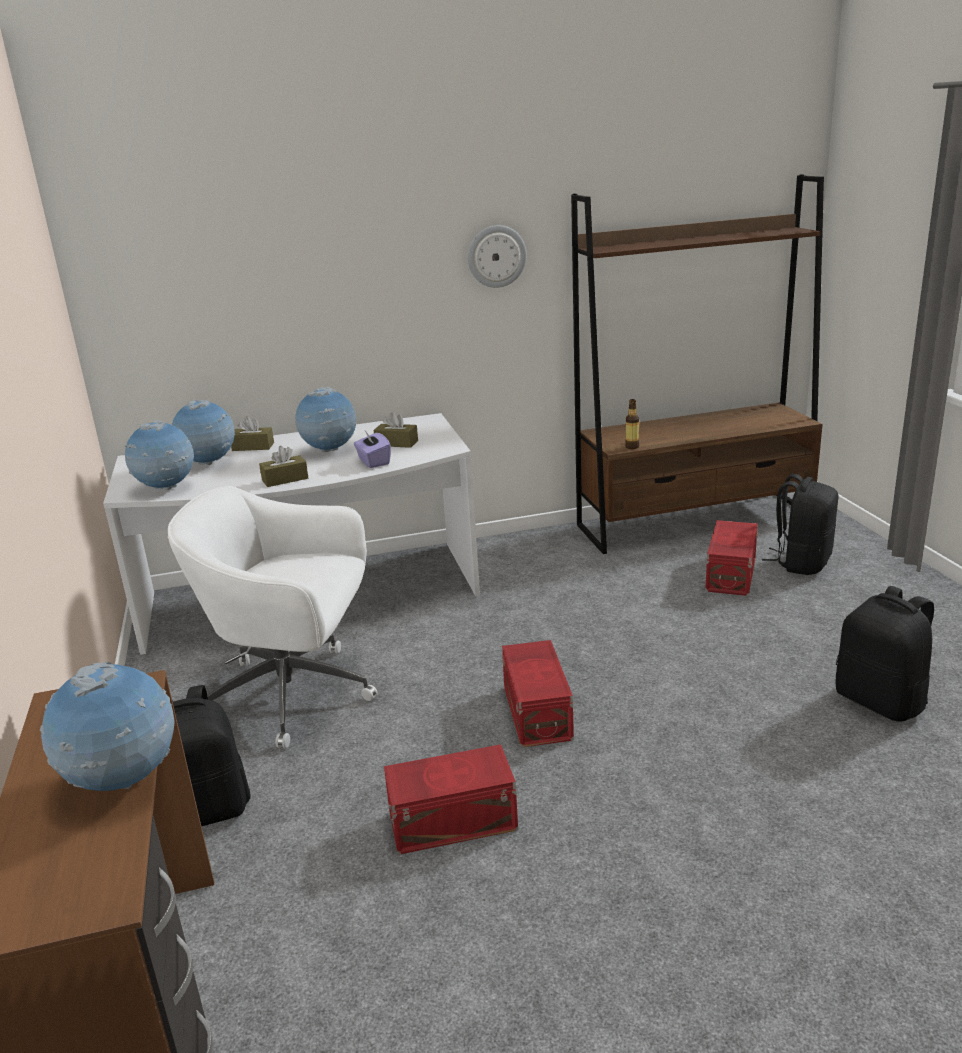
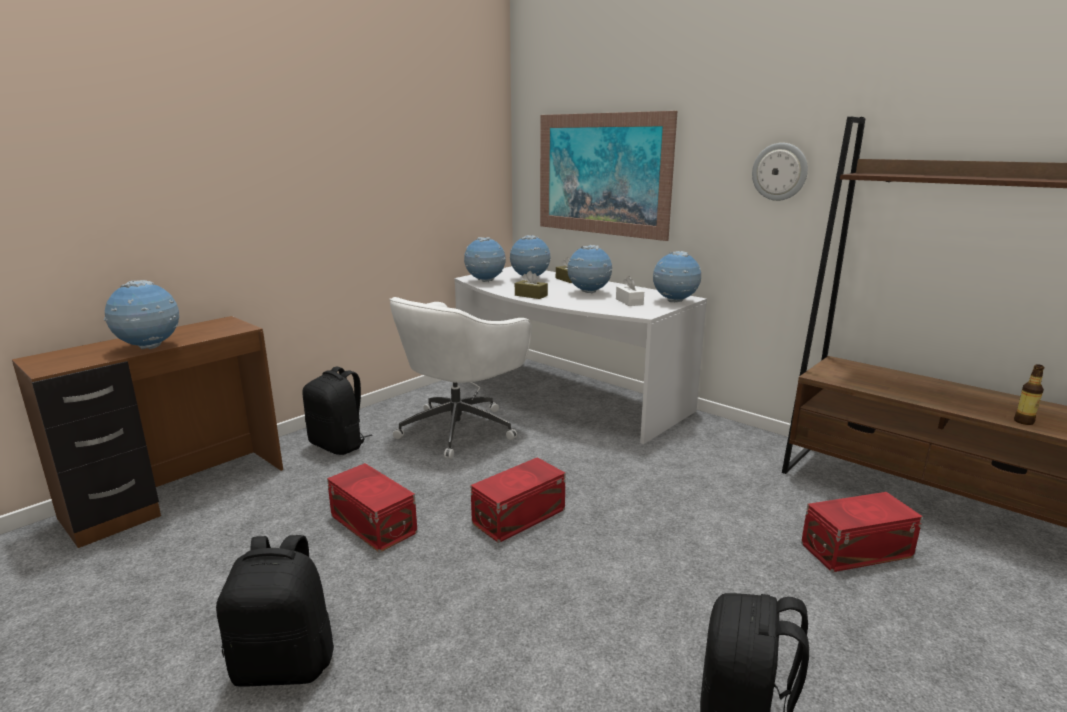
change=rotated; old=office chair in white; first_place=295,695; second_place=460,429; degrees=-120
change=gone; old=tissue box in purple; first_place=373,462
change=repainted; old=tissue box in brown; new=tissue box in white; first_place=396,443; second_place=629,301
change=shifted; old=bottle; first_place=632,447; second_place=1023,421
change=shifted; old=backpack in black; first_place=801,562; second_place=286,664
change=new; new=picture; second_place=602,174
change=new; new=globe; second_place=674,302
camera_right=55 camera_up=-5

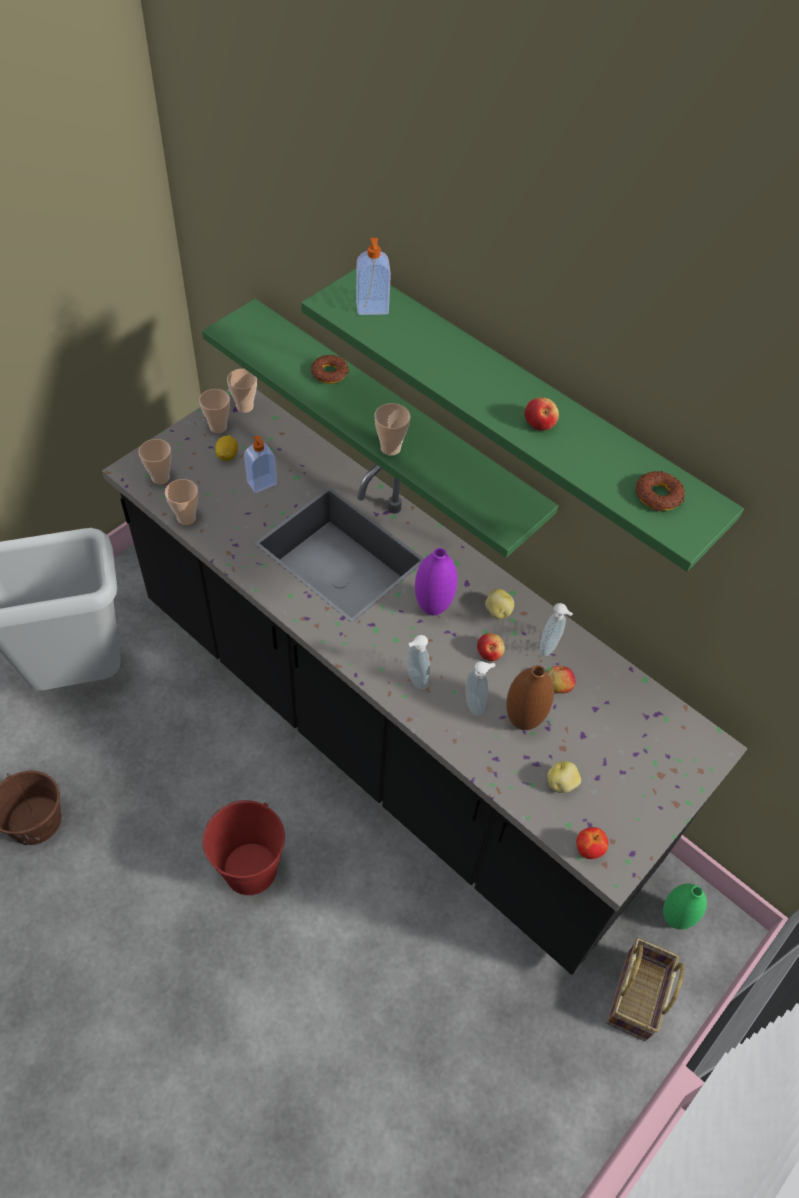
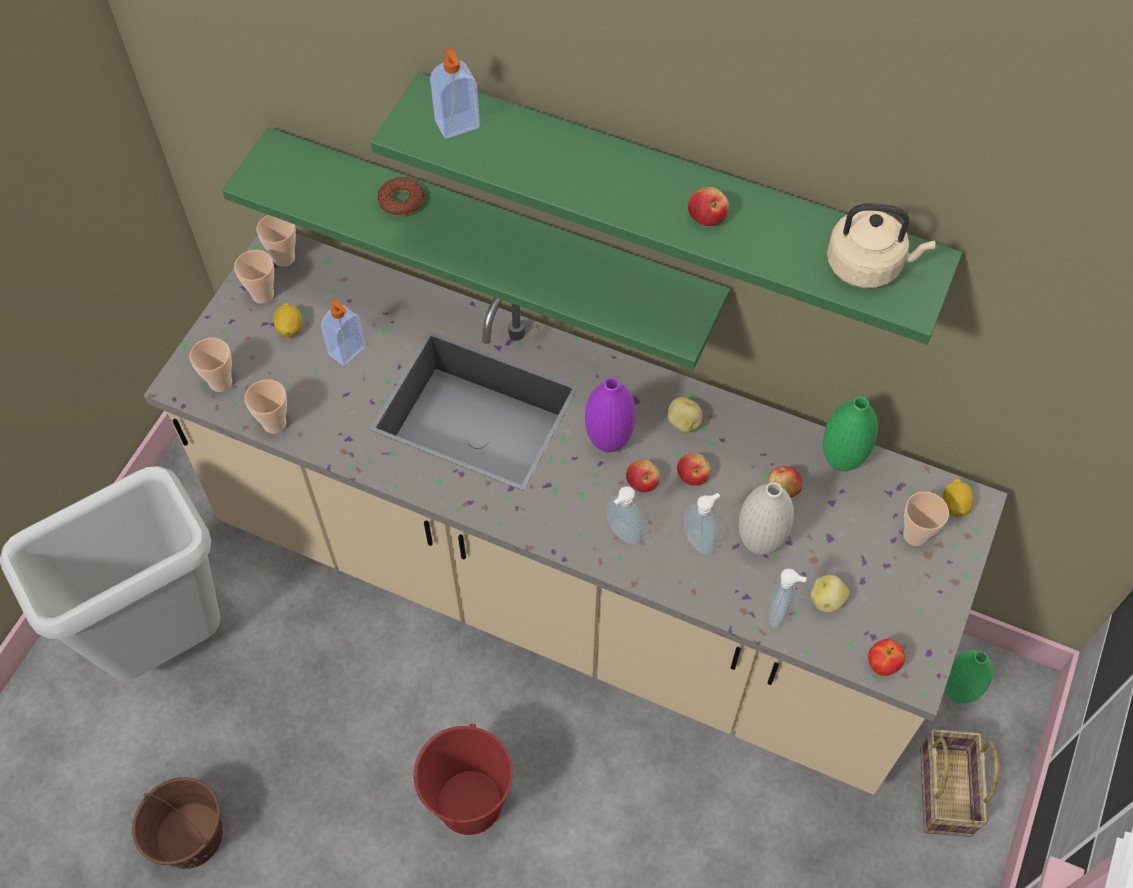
change=repainted; old=counter in black; new=counter in beige; first_place=388,731; second_place=566,587
change=shifted; old=cup; first_place=390,448; second_place=915,535
change=repainted; old=vase in brown; new=vase in white; first_place=523,720; second_place=759,543
change=shifted; old=soap dispenser; first_place=550,648; second_place=779,613
change=swapped; old=donut; new=kettle in beige; first_place=658,495; second_place=868,266
change=new; new=apple; second_place=642,482
change=new; new=vase in green; second_place=841,461
change=new; new=lemon; second_place=954,505
camera_right=-15 camera_up=5

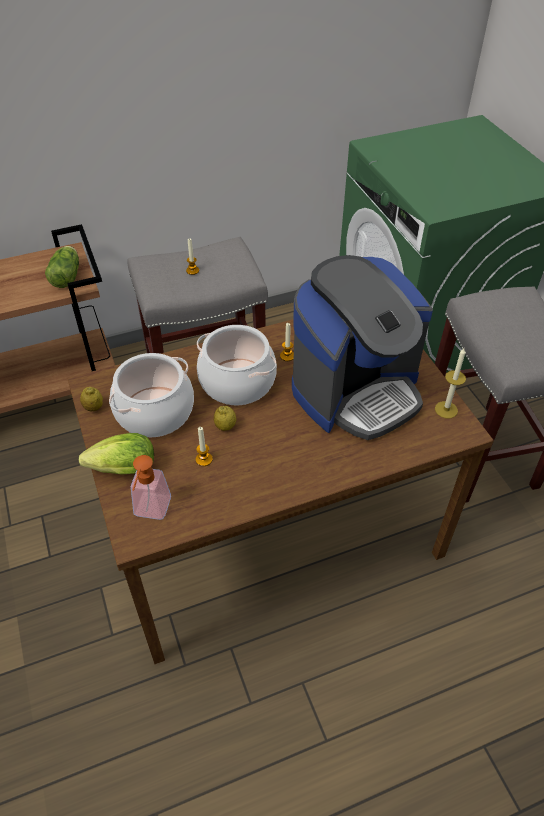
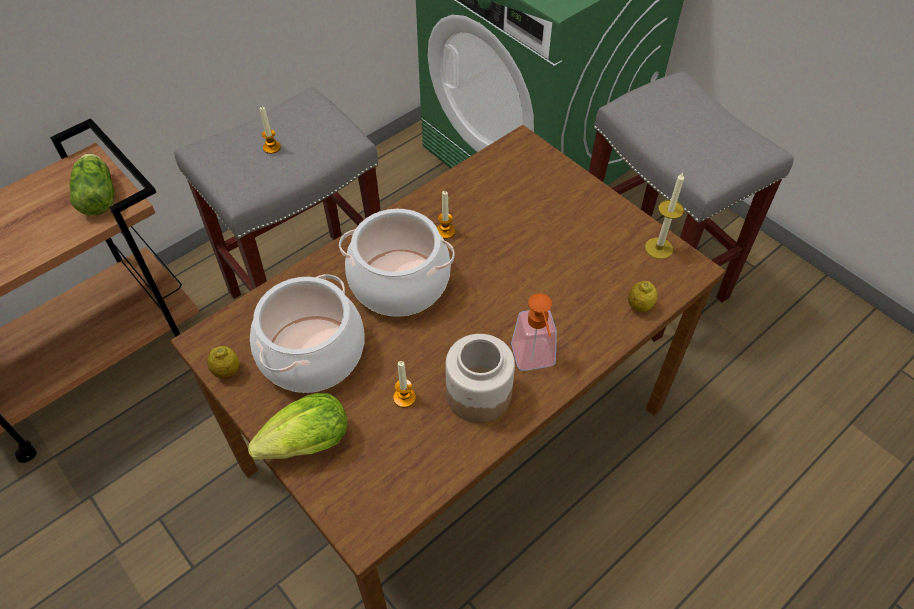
change=shifted; old=soap dispenser; first_place=150,512; second_place=535,361
change=shifted; old=lemon; first_place=225,426; second_place=639,306
change=gone; old=coffee machine; first_place=356,391
change=new; new=jar; second_place=477,394
camera_right=-20 camera_up=5

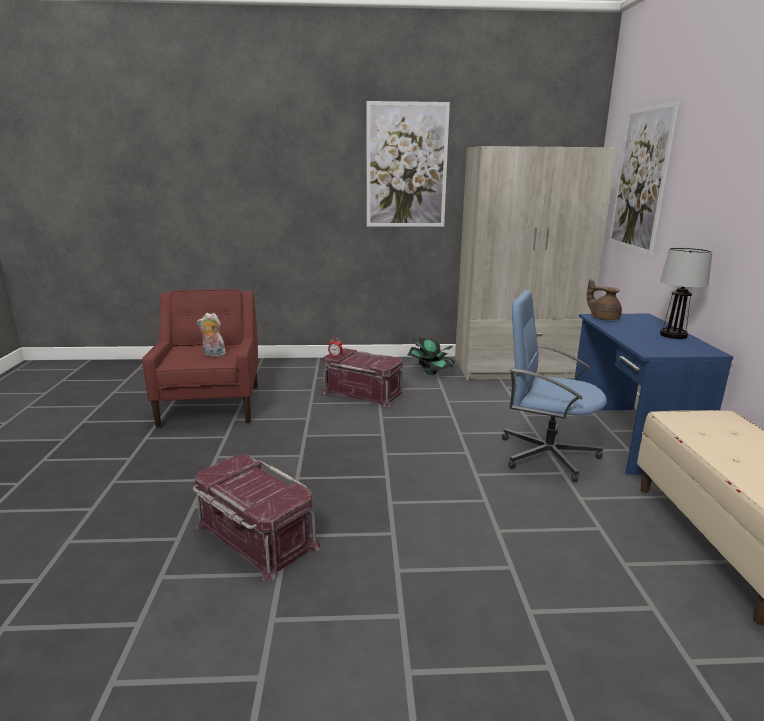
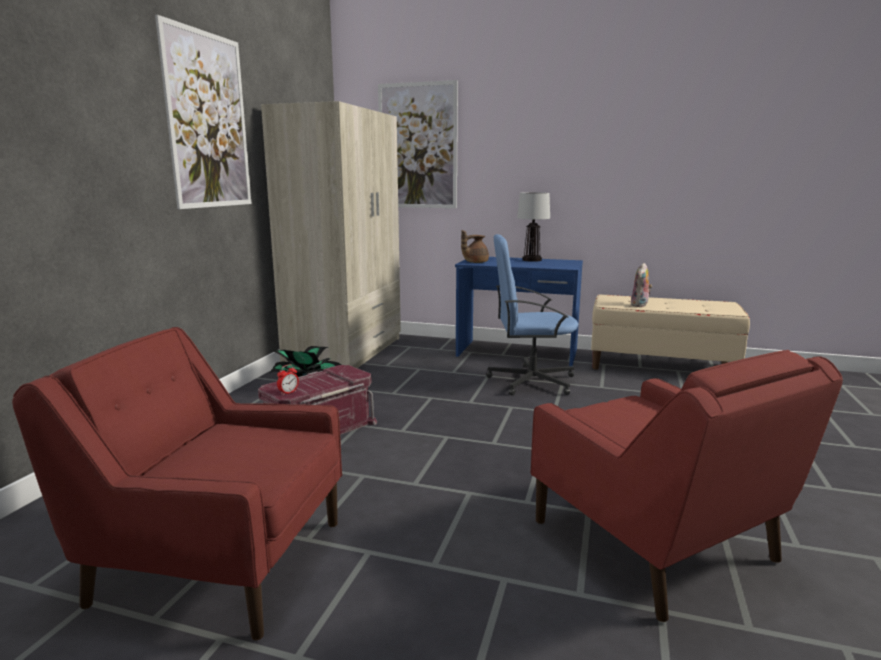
change=swapped; old=storage box in red; new=armchair in red; first_place=255,536; second_place=655,544
change=shifted; old=plush toy; first_place=213,355; second_place=640,305
change=rotated; old=office chair in blue; first_place=546,454; second_place=530,381; degrees=45
camera_right=-70 camera_up=-5

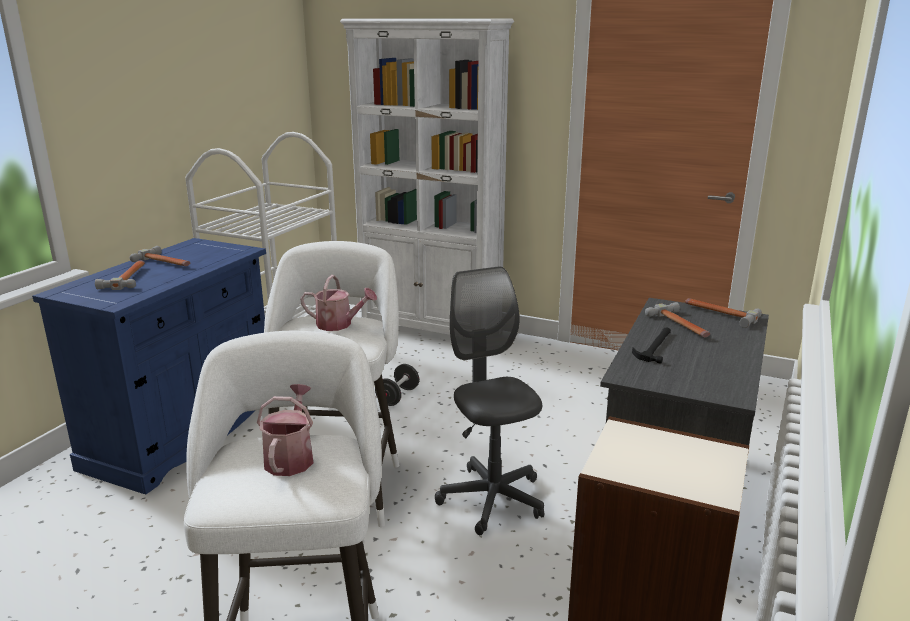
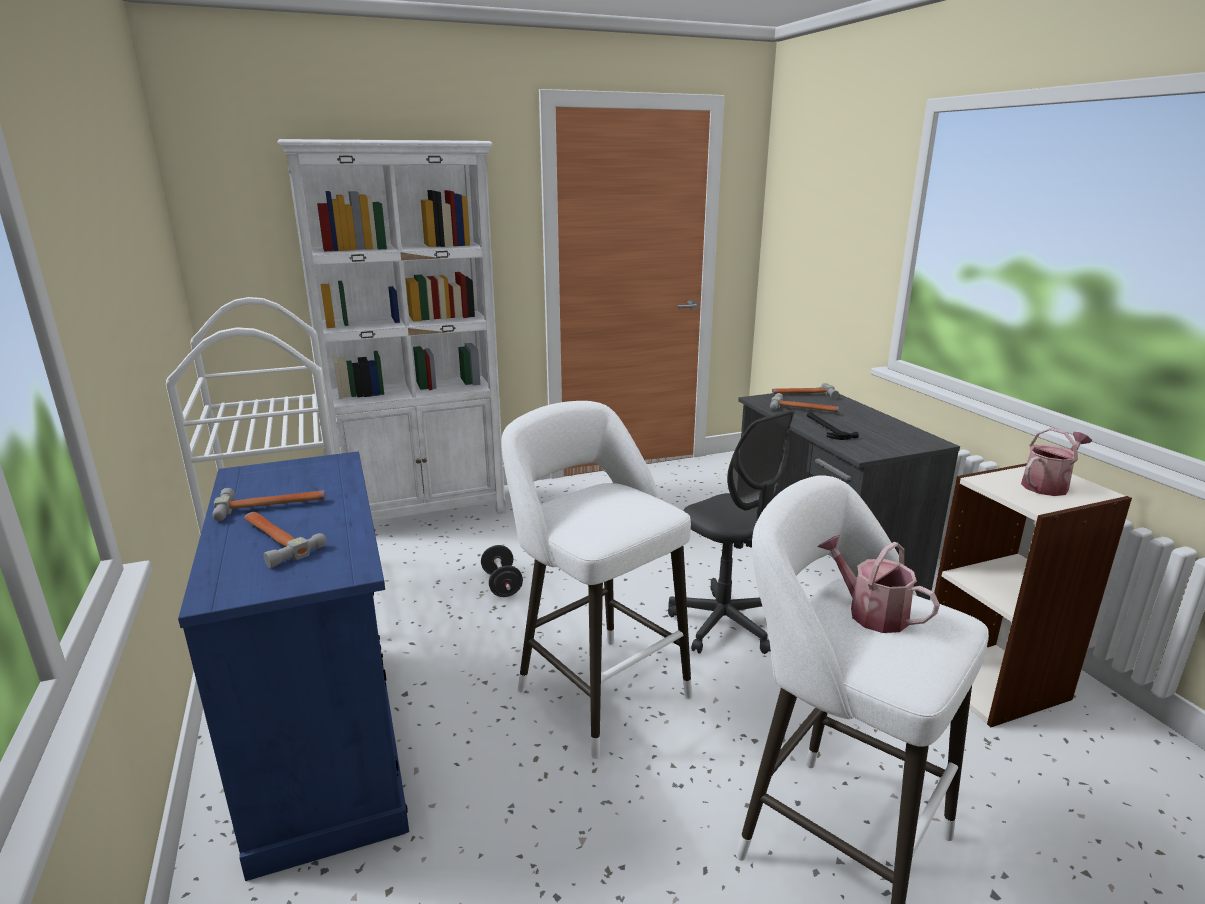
change=shifted; old=watering can; first_place=339,324; second_place=1048,485
change=rotated; old=office chair in grey; first_place=492,499; second_place=724,625; degrees=-150
camera_right=-45 camera_up=0

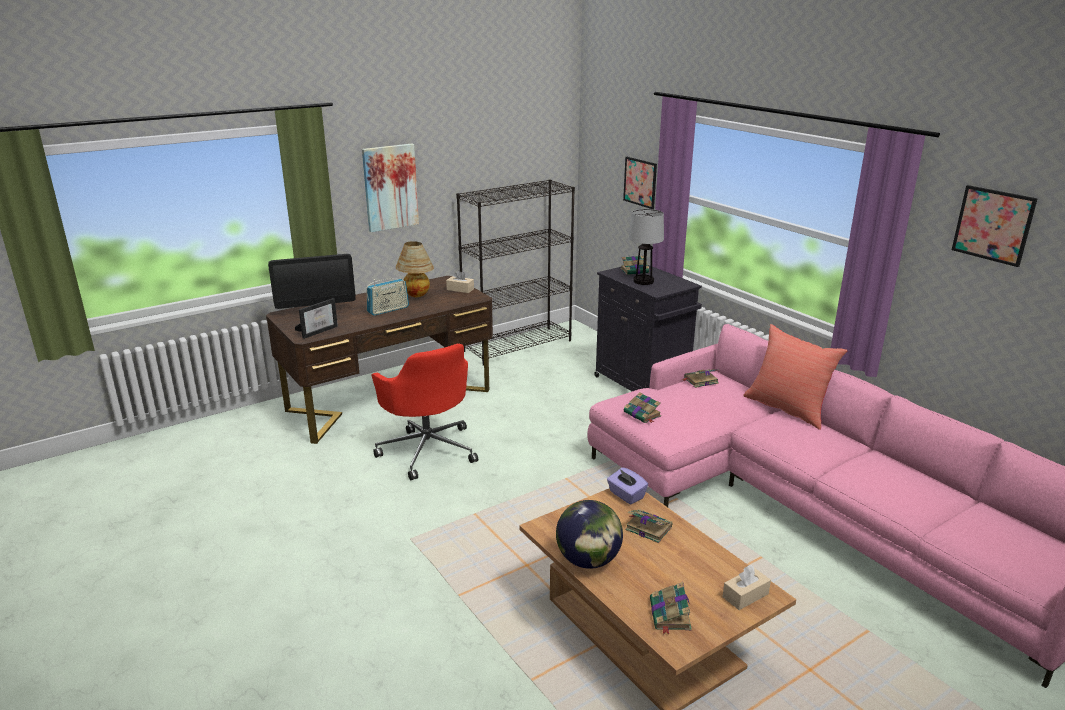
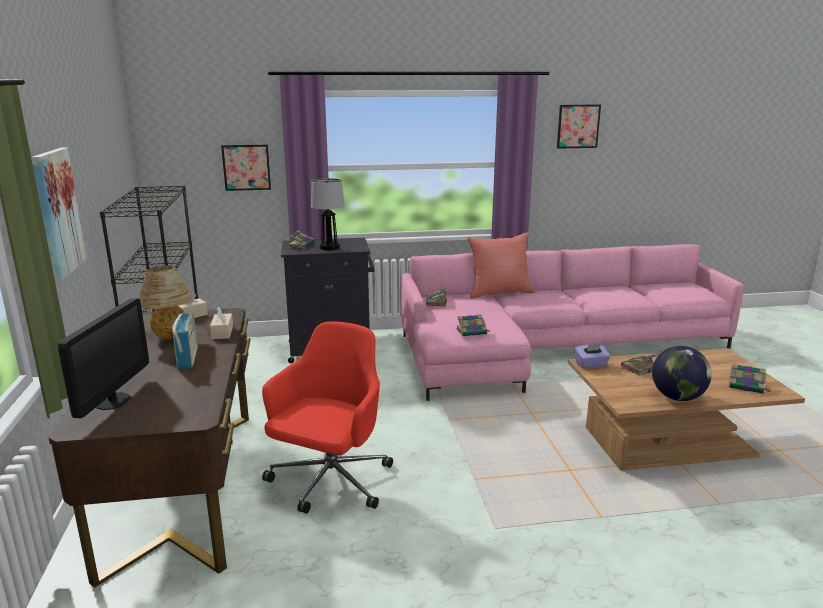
change=gone; old=picture frame; first_place=318,331
change=rotated; old=office chair in red; first_place=428,450; second_place=329,482; degrees=-60
change=shifted; old=tissue box in beige; first_place=745,595; second_place=222,332
camera_right=-65 camera_up=-5

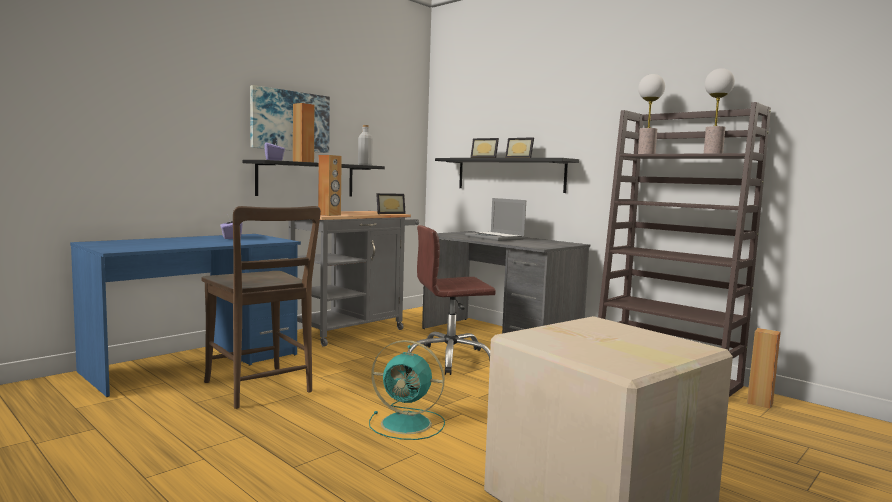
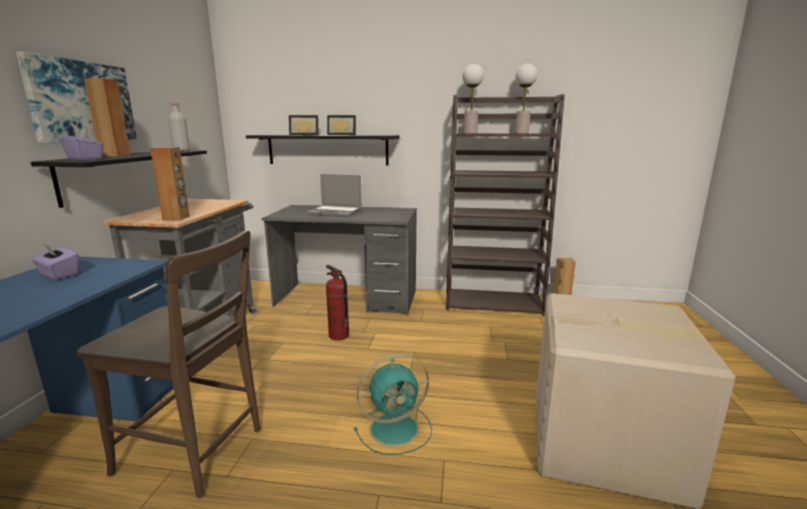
change=gone; old=picture frame; first_place=389,213
change=swapped; old=office chair in brown; new=fire extinguisher; first_place=450,359; second_place=338,336
camera_right=-35 camera_up=10

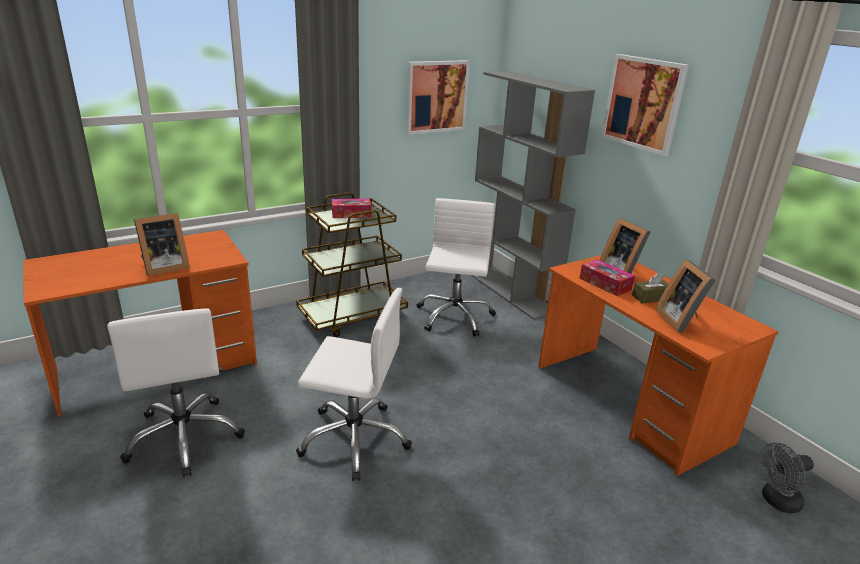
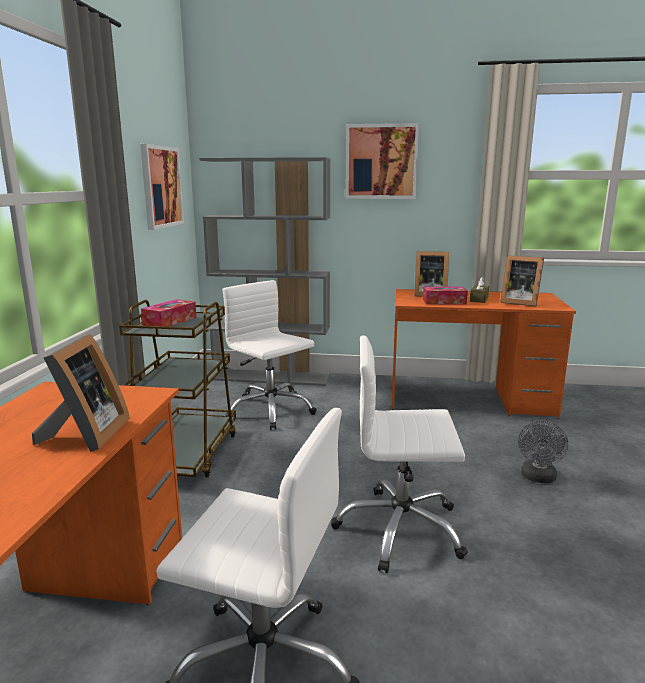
change=rotated; old=office chair in white; first_place=354,439; second_place=400,529; degrees=-135
change=shifted; old=fan in grey; first_place=776,501; second_place=538,478
camera_right=-50 camera_up=-10

